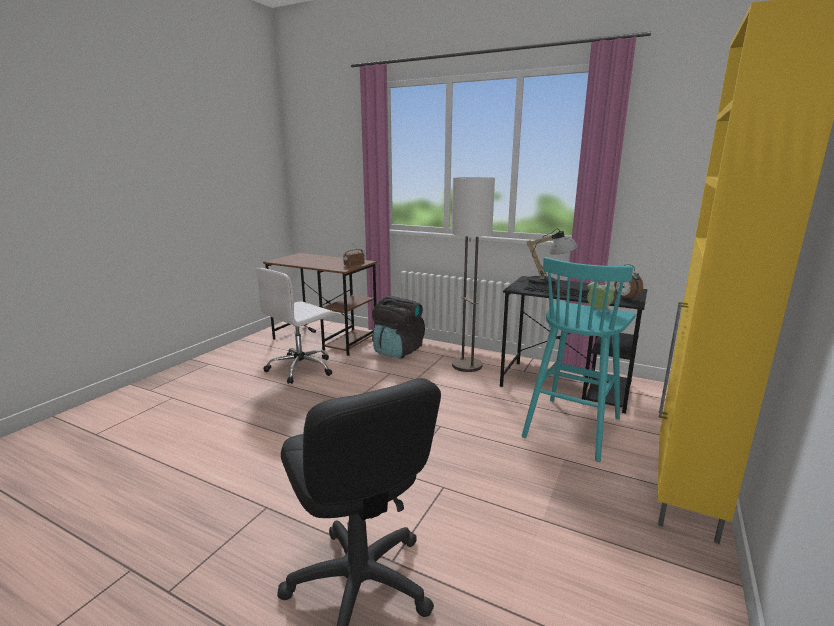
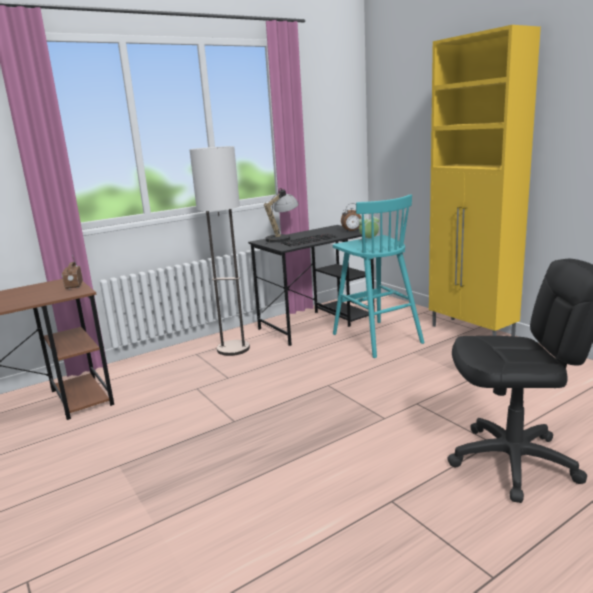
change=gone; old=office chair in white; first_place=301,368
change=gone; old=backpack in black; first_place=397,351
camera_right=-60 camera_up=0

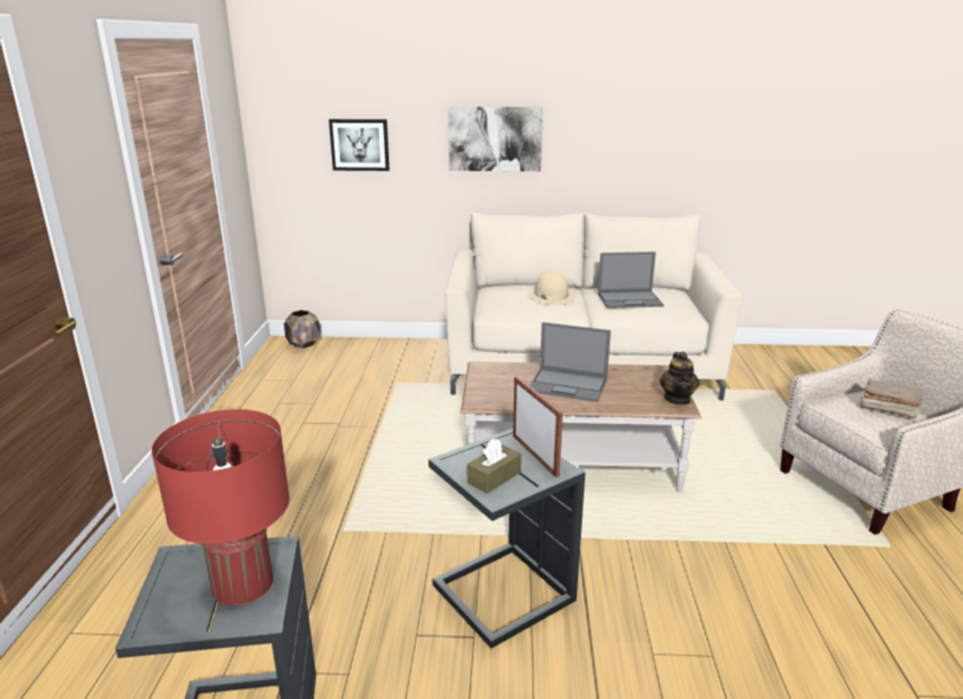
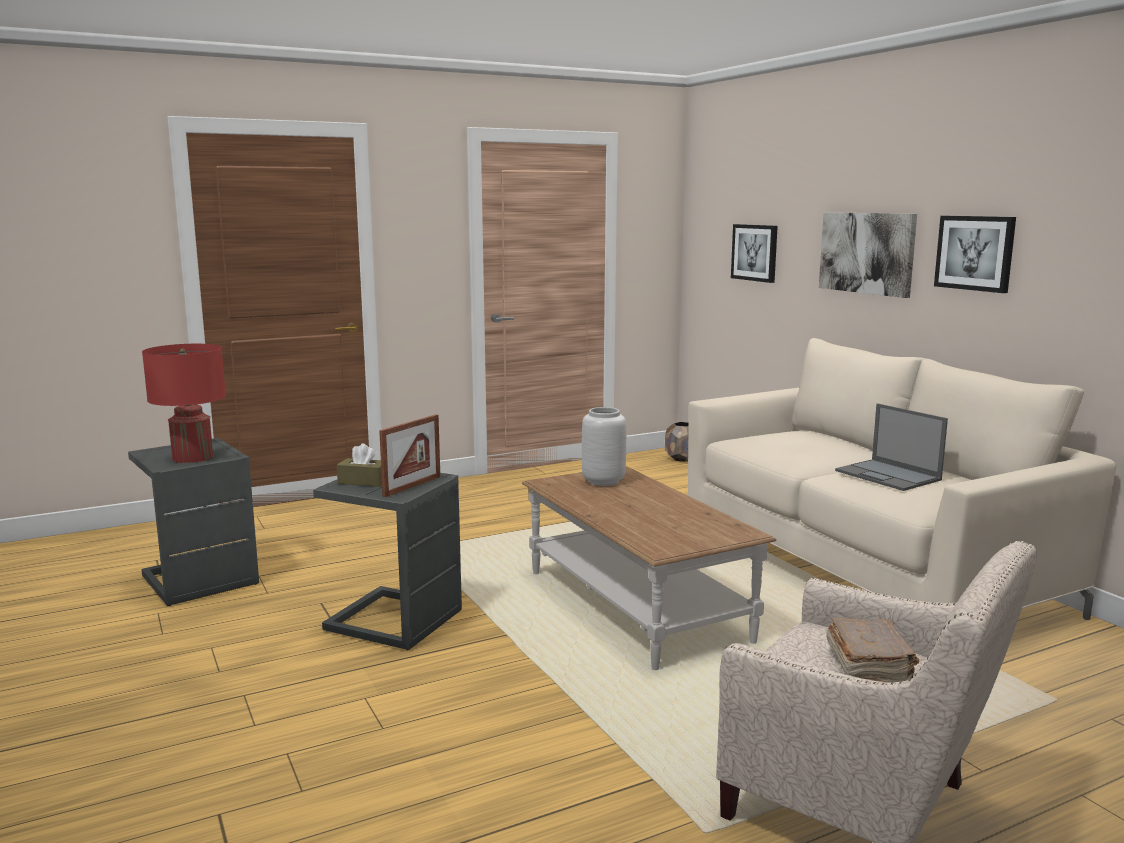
change=gone; old=hat in beige; first_place=551,296
change=gone; old=laptop; first_place=569,385
change=gone; old=teapot; first_place=677,399
change=new; new=vase in grey; second_place=604,481
change=new; new=picture; second_place=975,253
camera_right=60 camera_up=-10

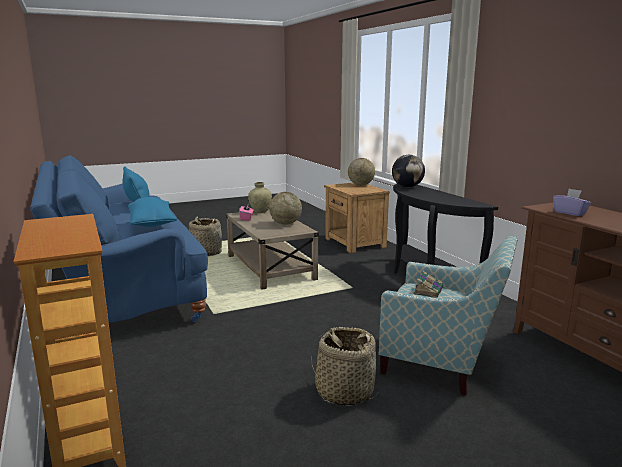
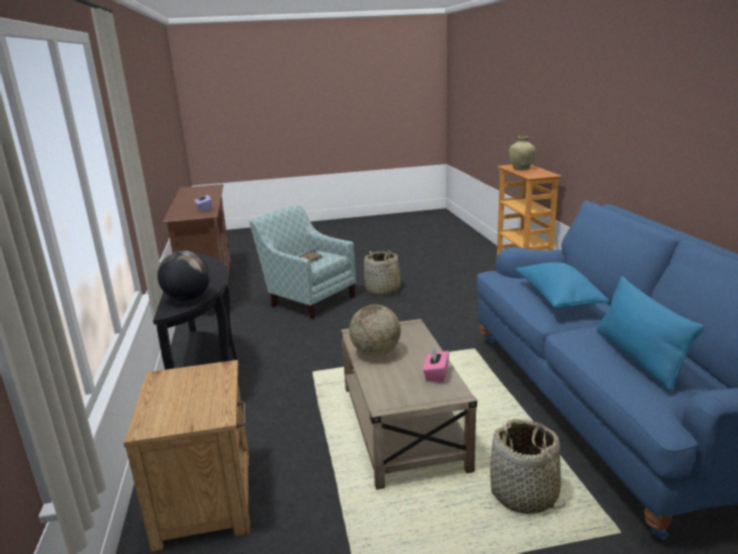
change=shifted; old=vase in beige; first_place=260,211; second_place=521,169
change=gone; old=globe; first_place=361,185
camera_right=-165 camera_up=5

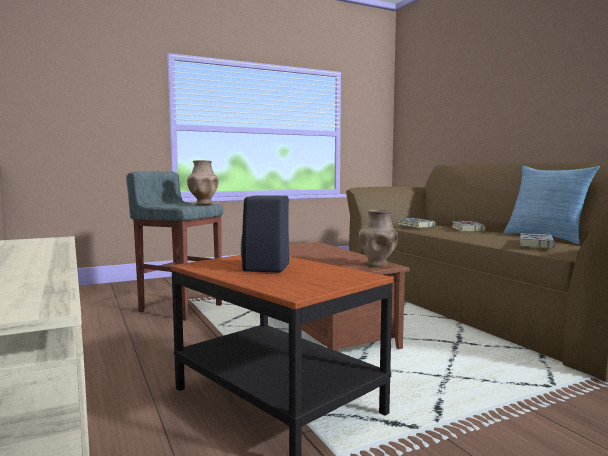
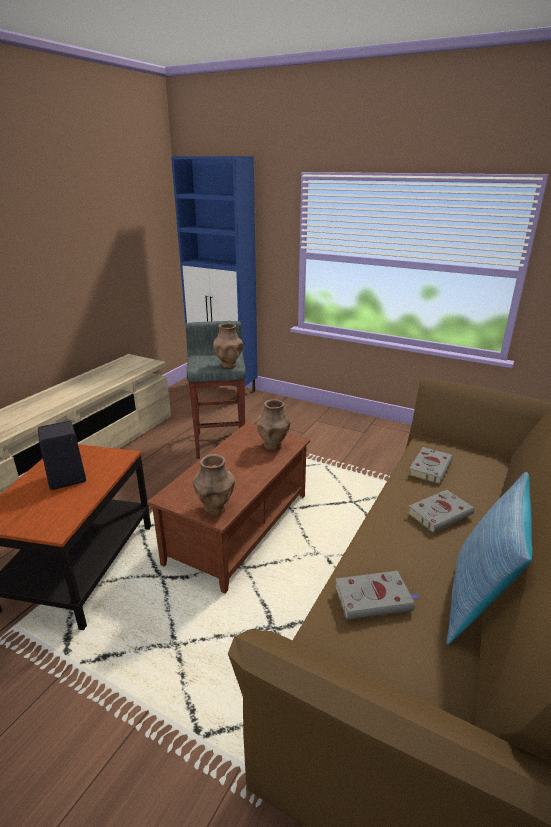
change=new; new=cabinet in blue; second_place=225,390
change=new; new=vase in brown; second_place=273,446
camera_right=55 camera_up=20

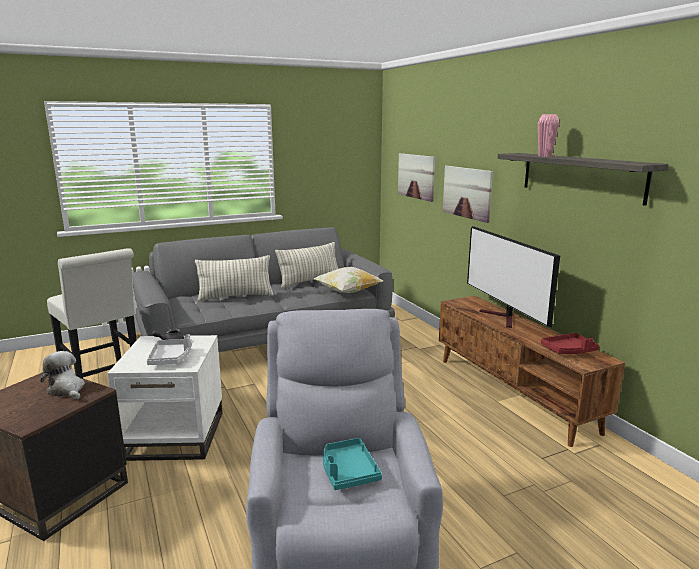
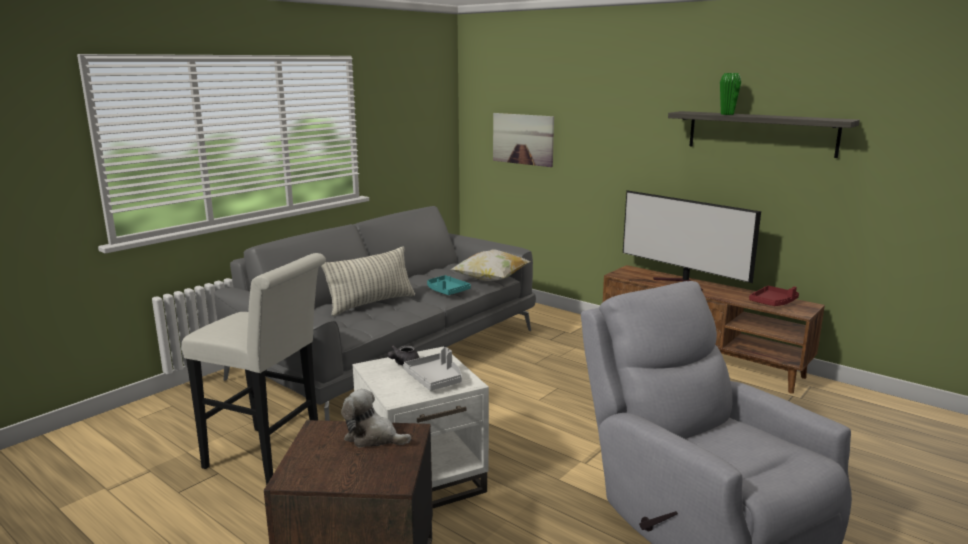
change=gone; old=pillow; first_place=310,281
change=shifted; old=tray in turquoise; first_place=348,471; second_place=446,291
change=gone; old=picture; first_place=467,192
change=repainted; old=vase in pink; new=vase in green; first_place=545,156; second_place=727,114
camera_right=-25 camera_up=0

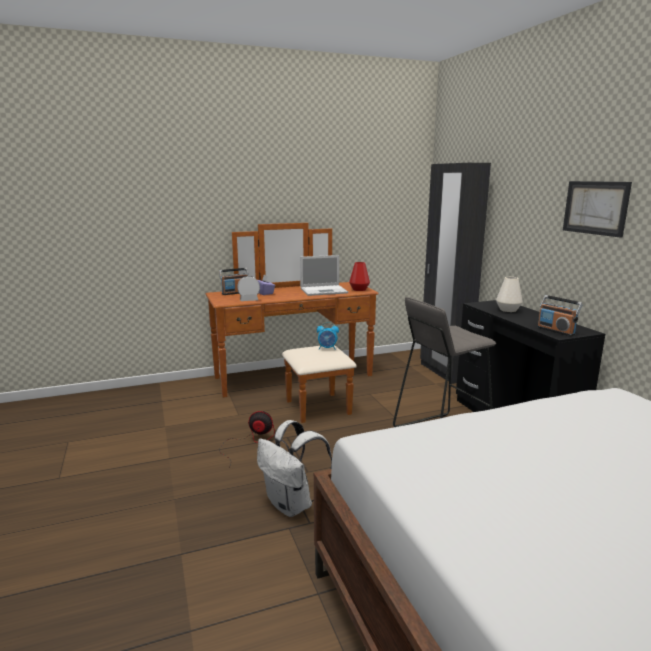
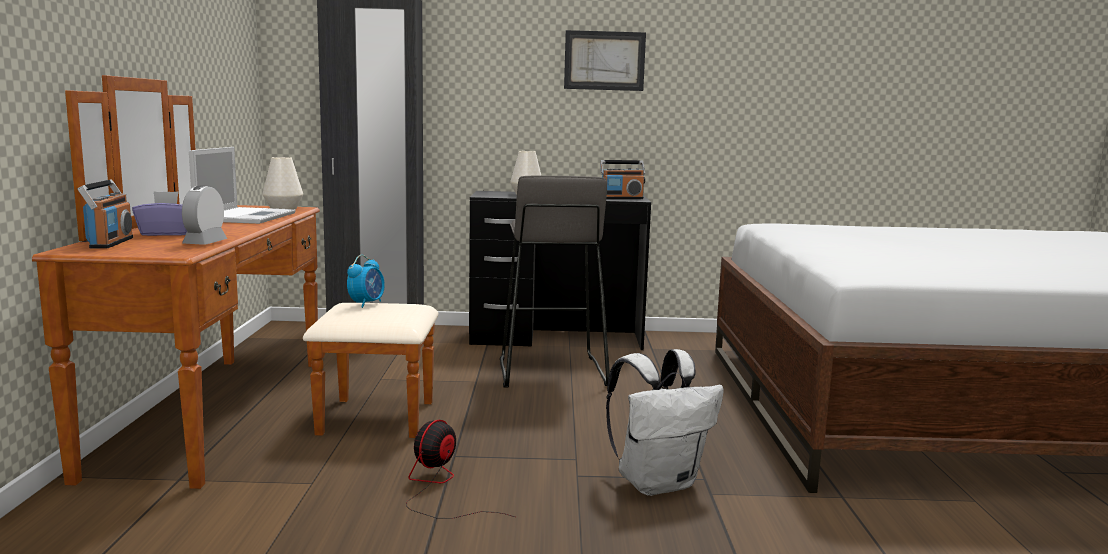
change=repainted; old=vase in red; new=vase in white; first_place=359,289; second_place=283,208
camera_right=-70 camera_up=-5

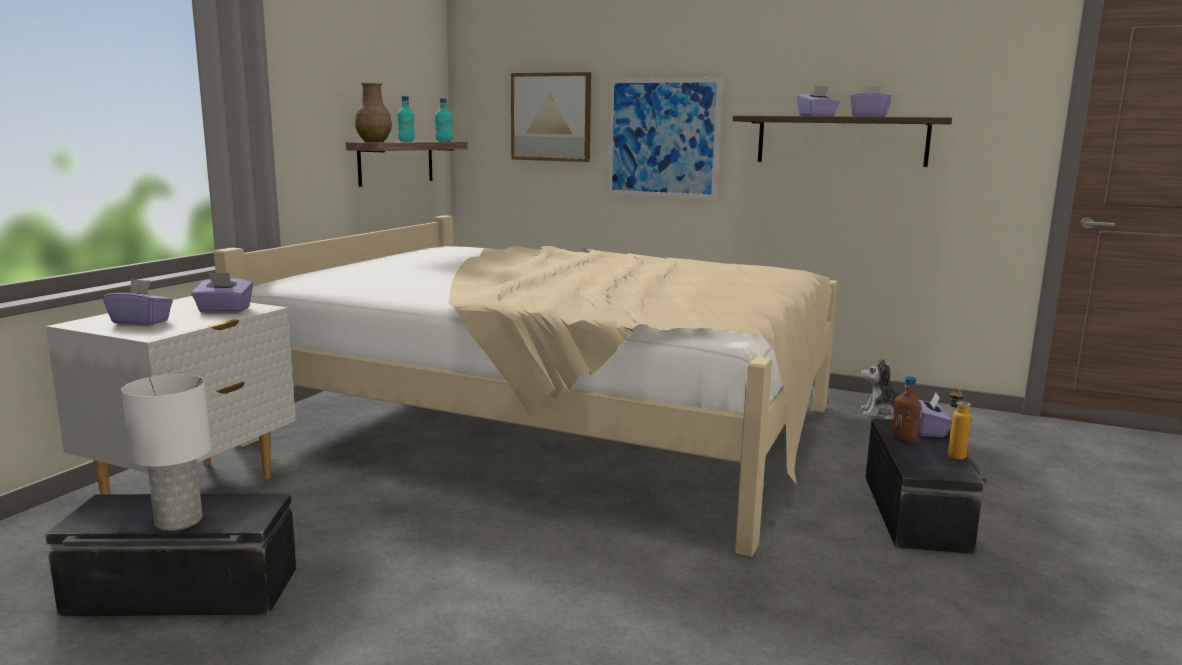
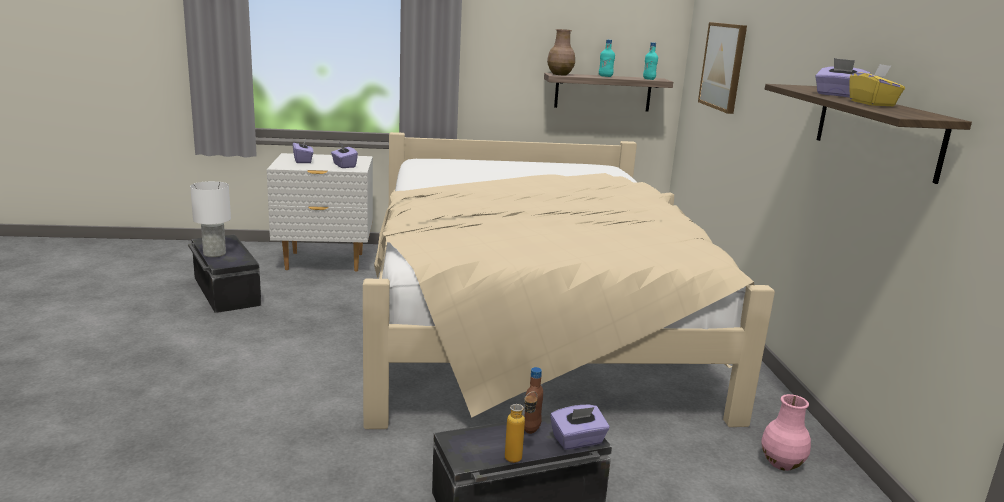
change=gone; old=picture; first_place=663,138
change=repainted; old=tissue box in purple; new=tissue box in yellow; first_place=869,116; second_place=872,103
change=swapped; old=plush toy; new=vase in pink; first_place=883,414; second_place=781,464
camera_right=60 camera_up=5

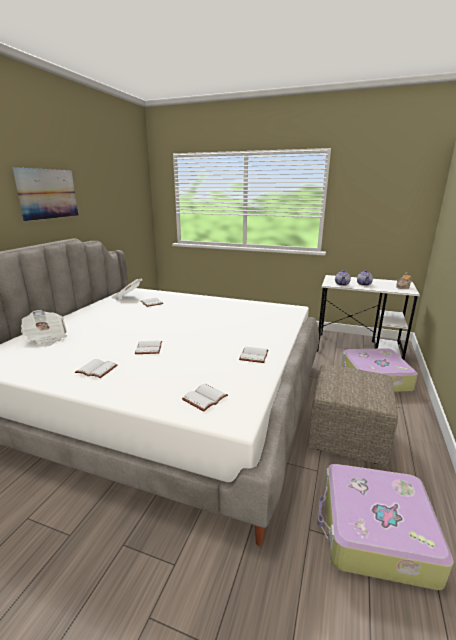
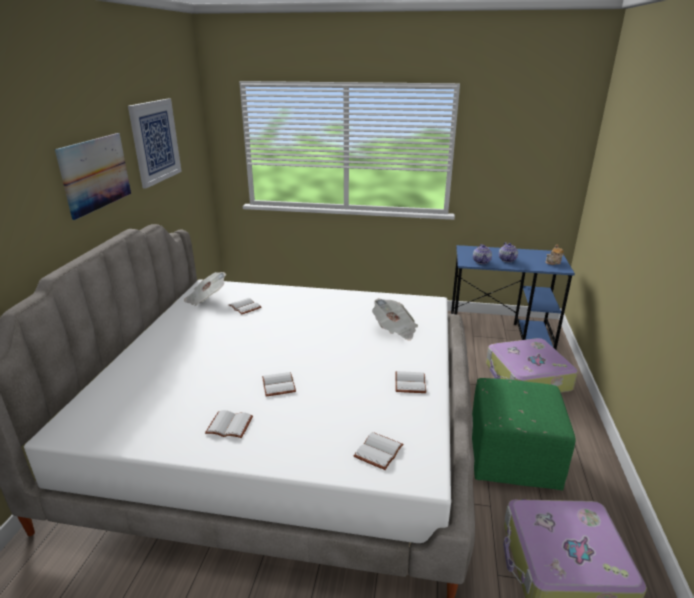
change=shifted; old=newspaper; first_place=46,338; second_place=395,330
change=repainted; old=ottoman in beige; new=ottoman in green; first_place=346,435; second_place=511,458
change=repainted; old=desk in white; new=desk in blue; first_place=359,348; second_place=500,335
change=new; new=picture; second_place=155,141
camera_right=-10 camera_up=5

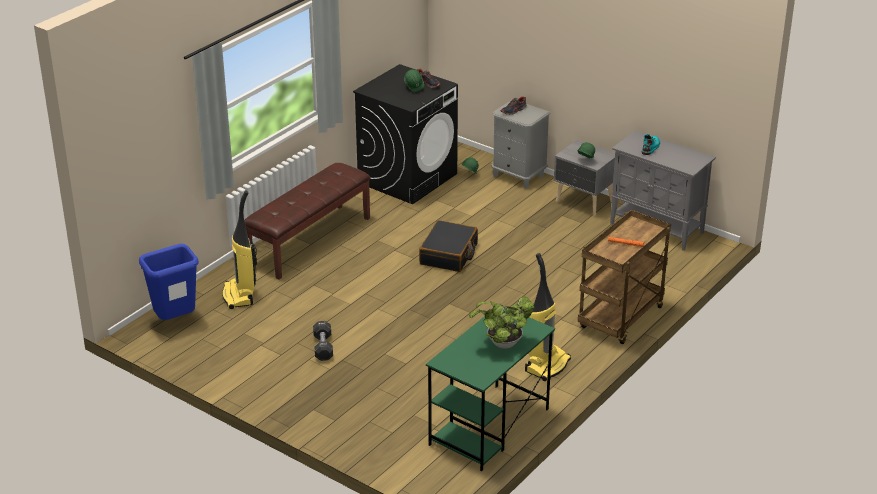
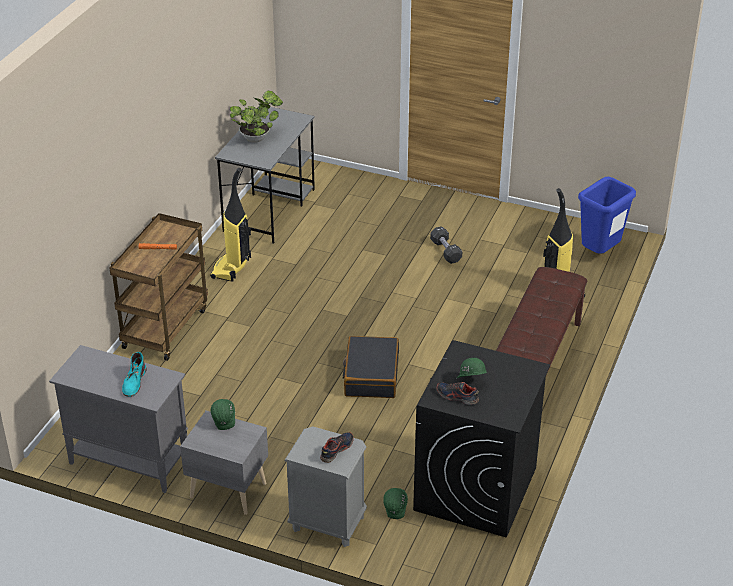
change=repainted; old=desk in green; new=desk in grey; first_place=489,427; second_place=269,209
camera_right=165 camera_up=5

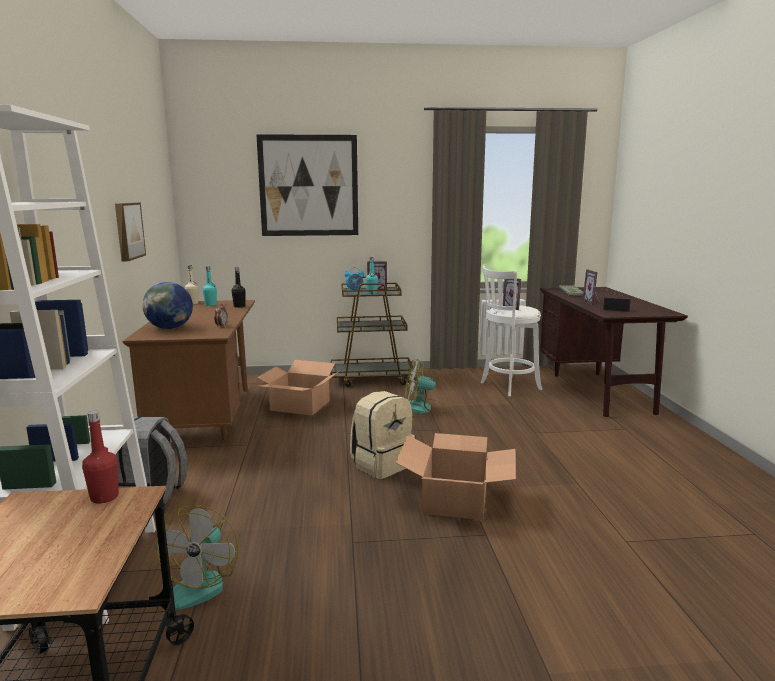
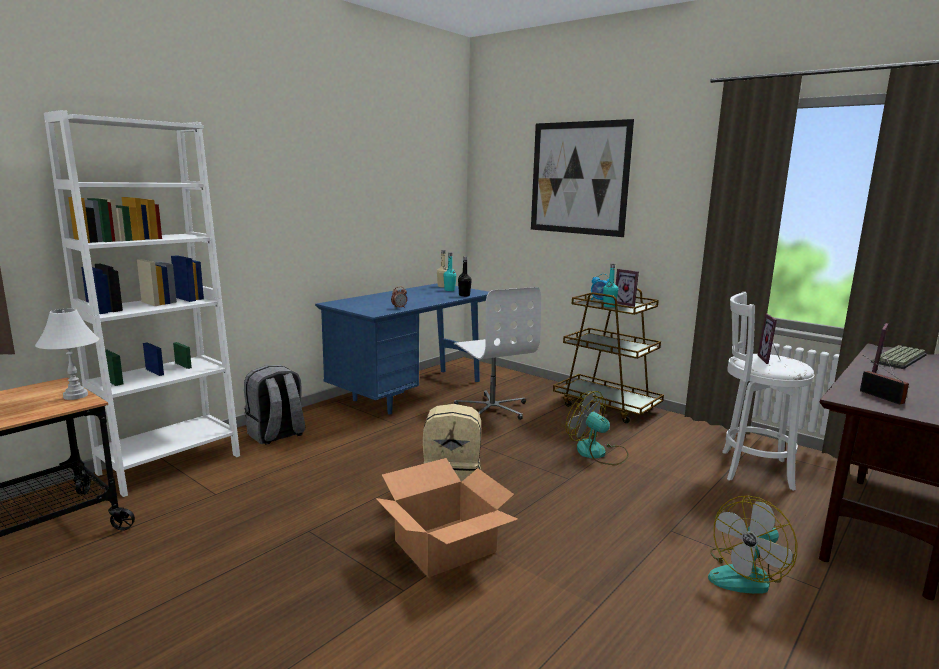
change=swapped; old=bottle in red; new=table lamp in white; first_place=104,497; second_place=76,396
change=gone; old=picture; first_place=127,230
change=repainted; old=desk in brown; new=desk in blue; first_place=207,418; second_place=410,393
change=gone; old=globe; first_place=170,328
change=shifted; old=fan; first_place=201,583; second_place=746,575
change=swapped; old=cardboard box; new=office chair in white; first_place=300,406; second_place=492,408
camera_right=45 camera_up=0

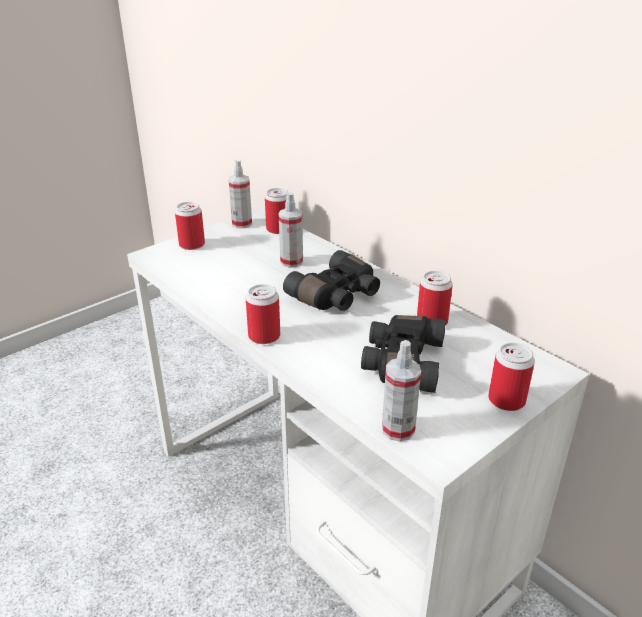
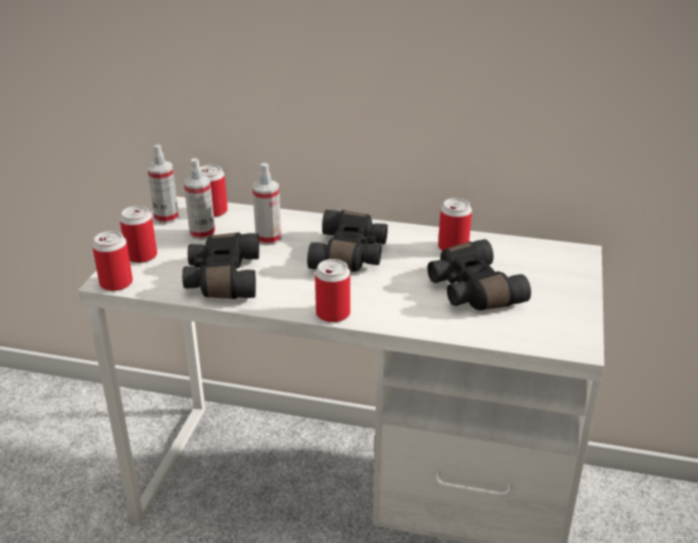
change=shifted; old=spray bottle; first_place=398,429; second_place=202,233
change=shifted; old=can; first_place=506,400; second_place=116,283
change=new; new=binoculars in black; second_place=222,279
camera_right=-35 camera_up=0

